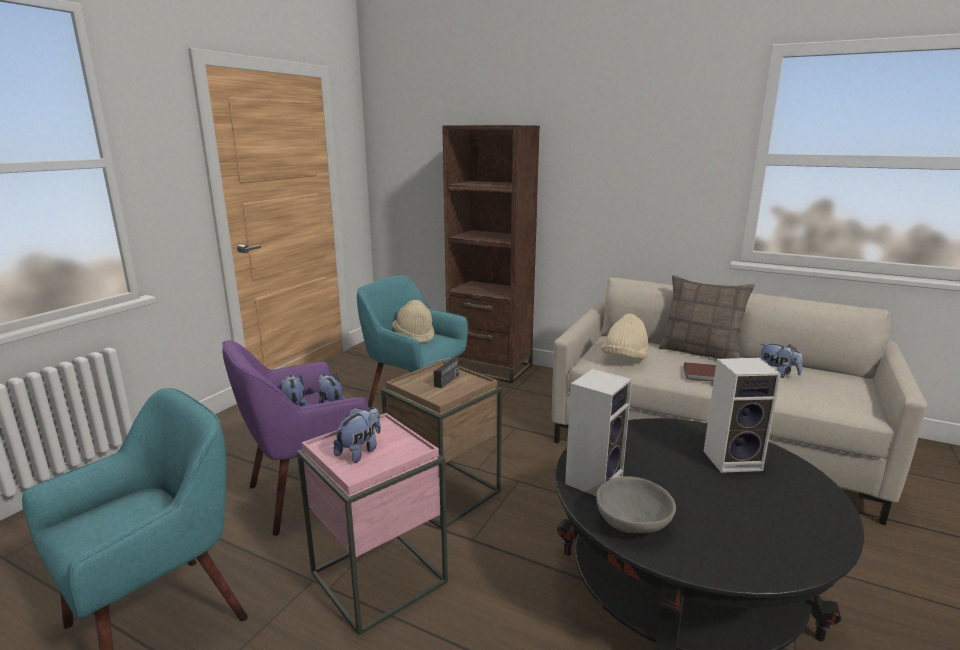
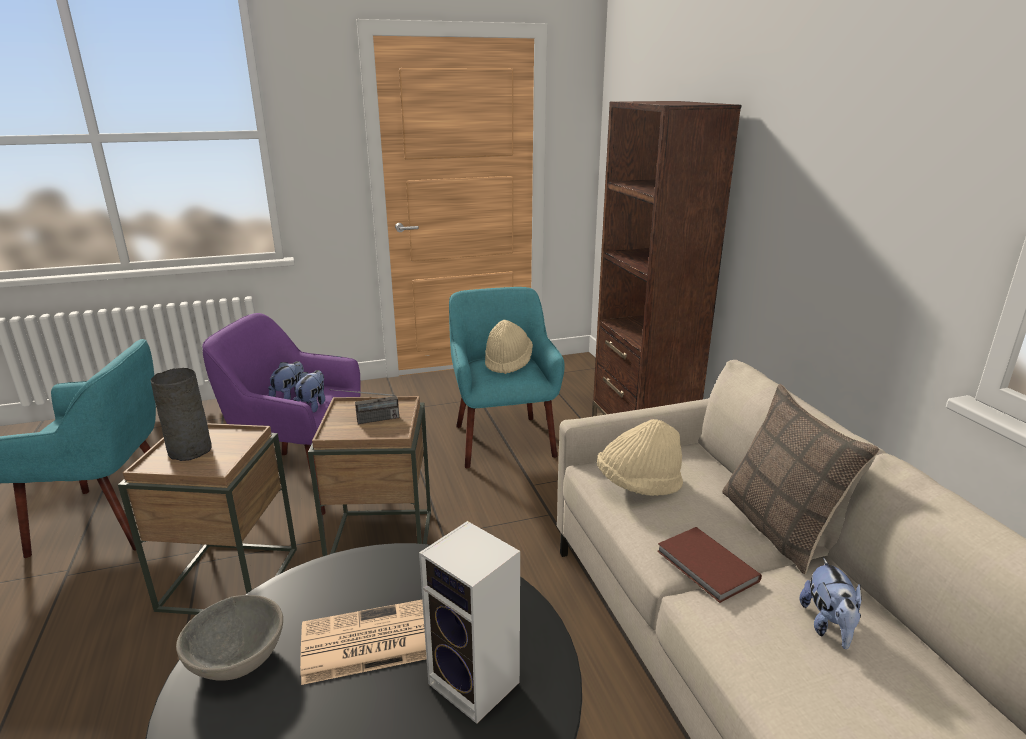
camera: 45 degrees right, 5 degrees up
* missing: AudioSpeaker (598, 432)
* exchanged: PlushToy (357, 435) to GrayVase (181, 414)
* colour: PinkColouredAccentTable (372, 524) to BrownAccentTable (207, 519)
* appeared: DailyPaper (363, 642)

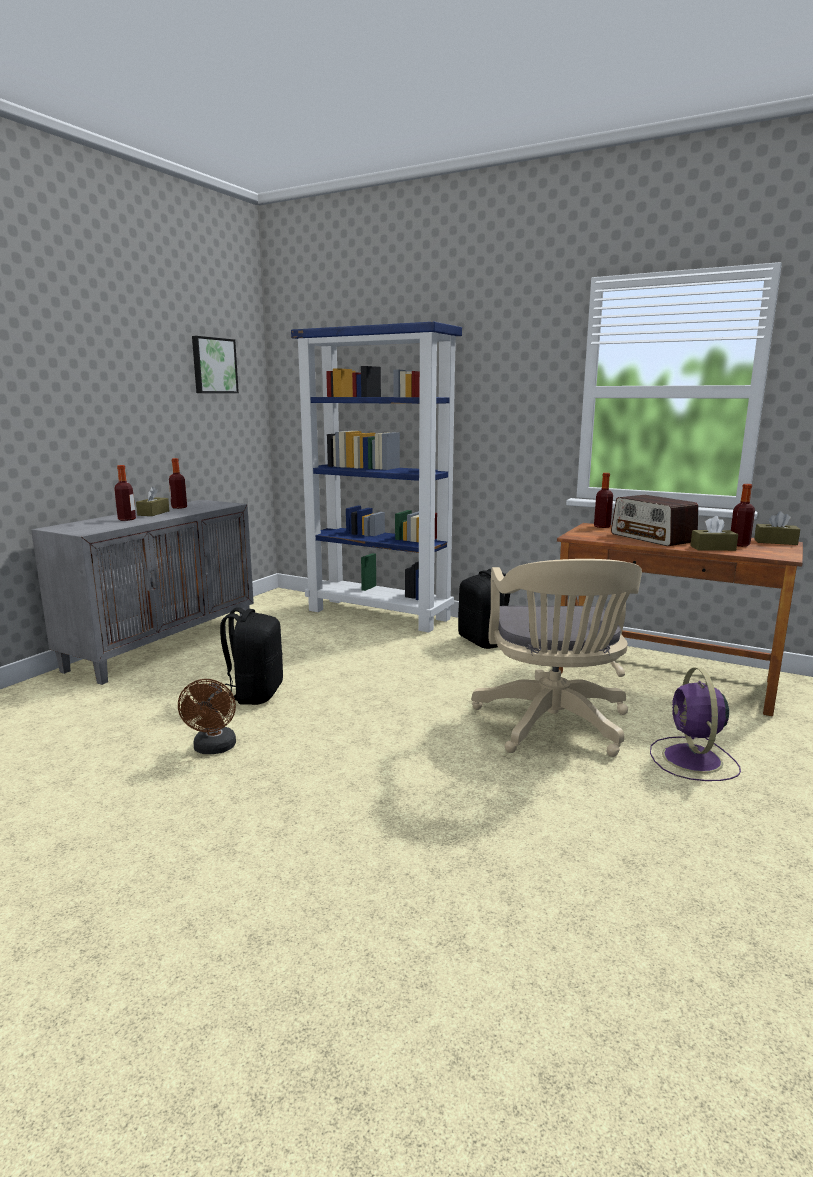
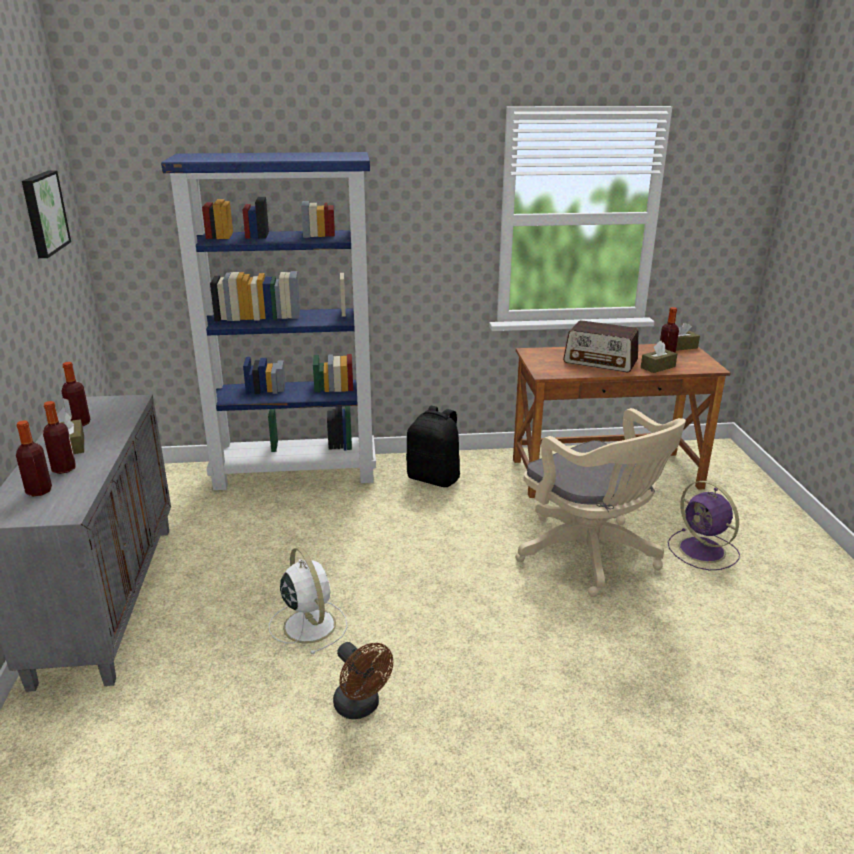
camera: 35 degrees left, 10 degrees up
* relocated: BeverageBottle (603, 500) to (34, 458)
* exchanged: BlackishRucksack (251, 656) to WhitishElectricFan (308, 600)

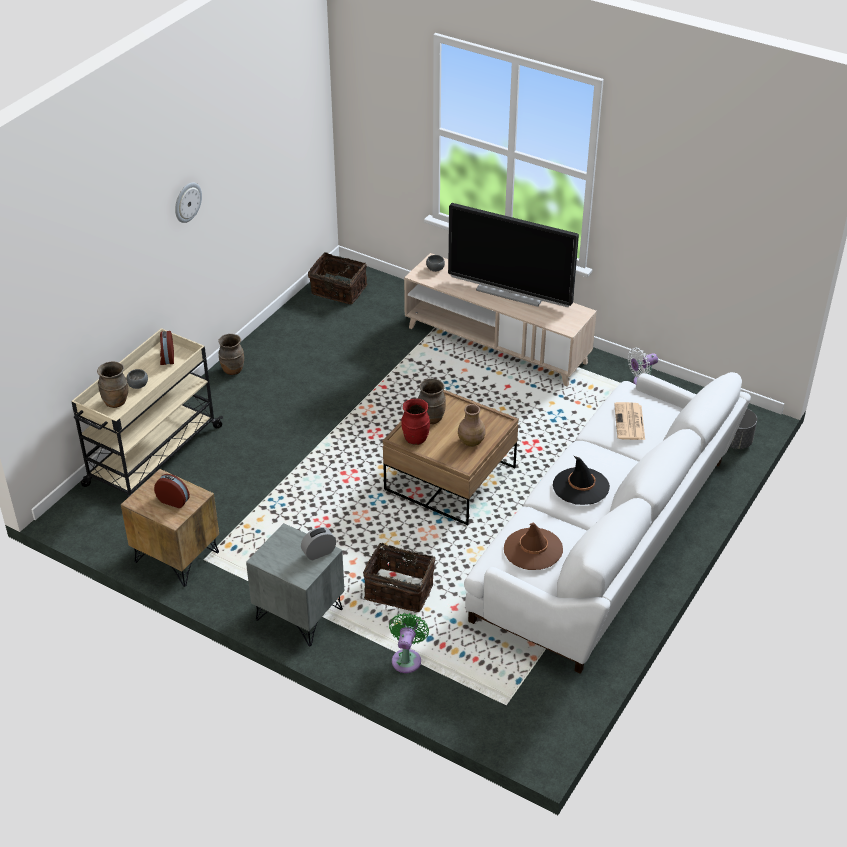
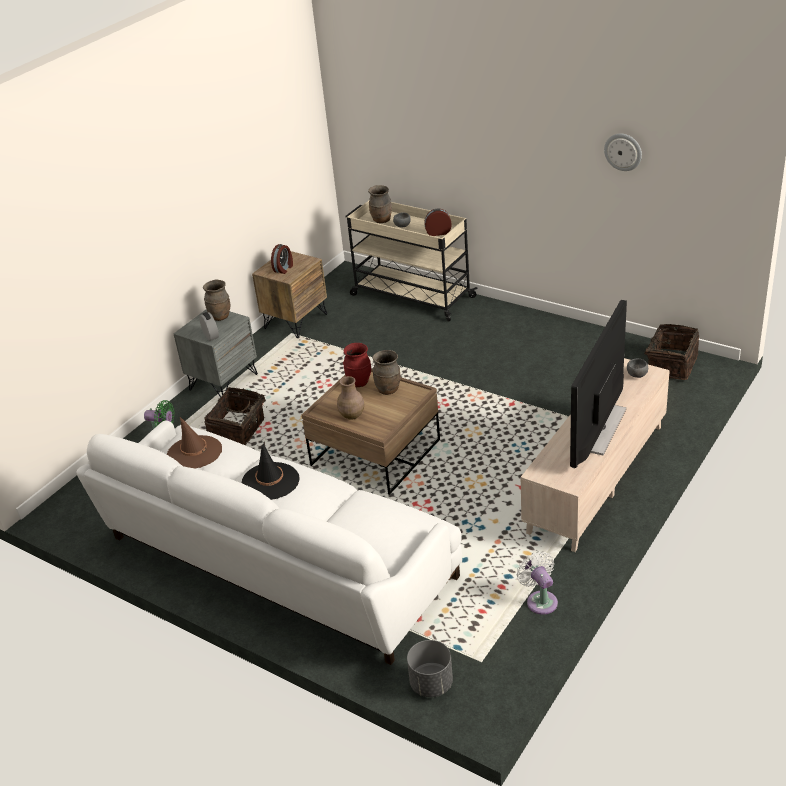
camera: 95 degrees right, 5 degrees down
* relocated: HangingClock (188, 202) to (623, 152)
* relocated: BrownVase (231, 354) to (216, 300)
* missing: DailyPaper (629, 421)

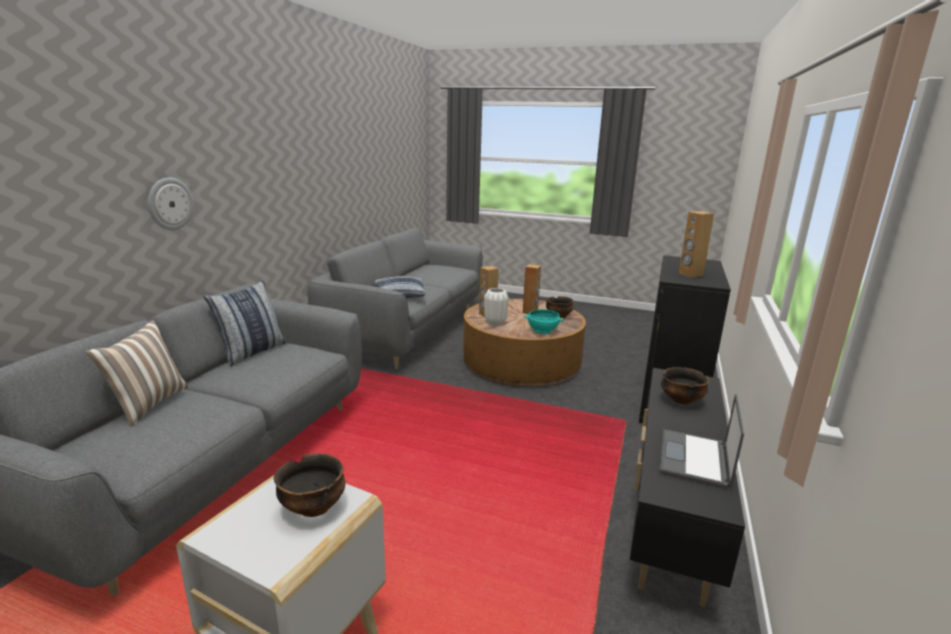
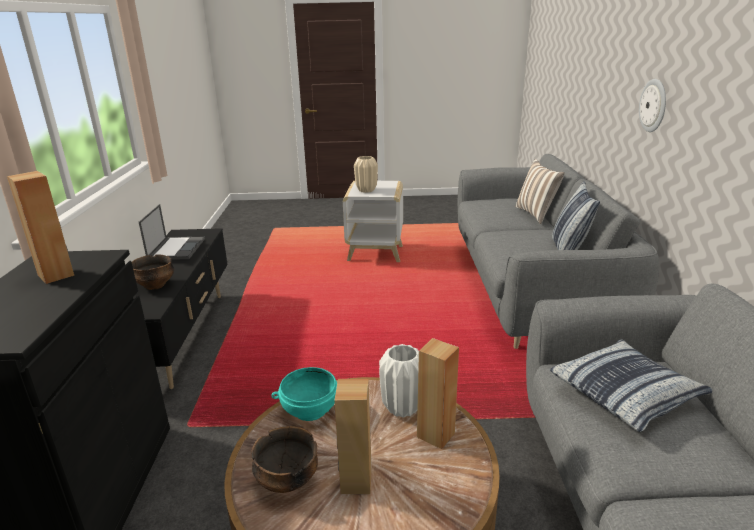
camera: 160 degrees right, 5 degrees up
* exchanged: Bowl (309, 485) to BeigeColouredVase (366, 174)

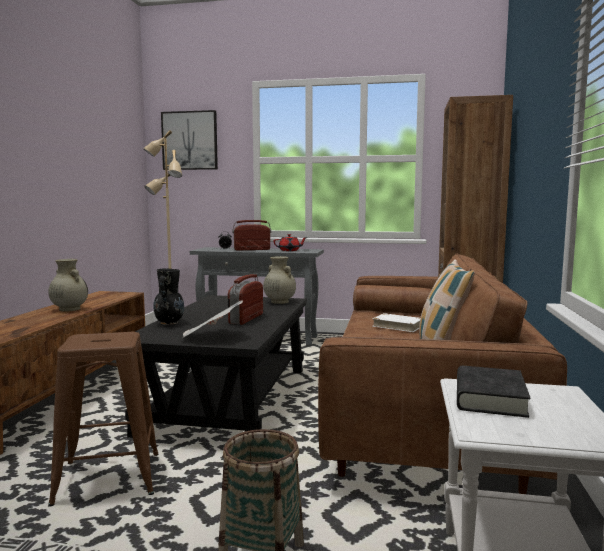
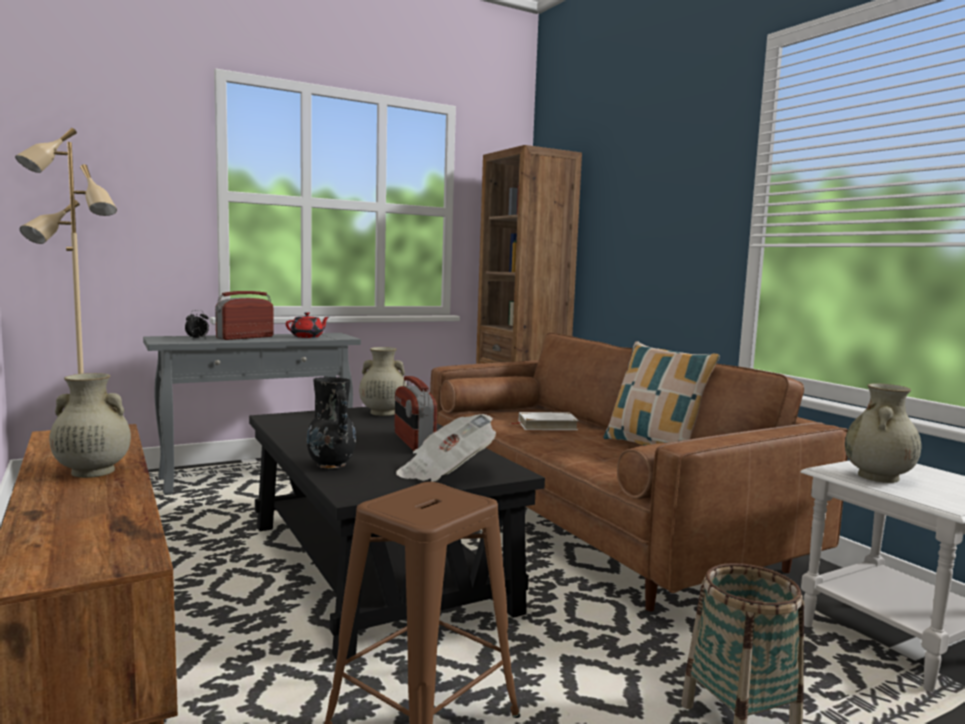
camera: 40 degrees left, 0 degrees up
* missing: WallPicture (189, 140)
* exchanged: BlackishBoundBook (494, 392) to BeigeColouredVase (883, 433)

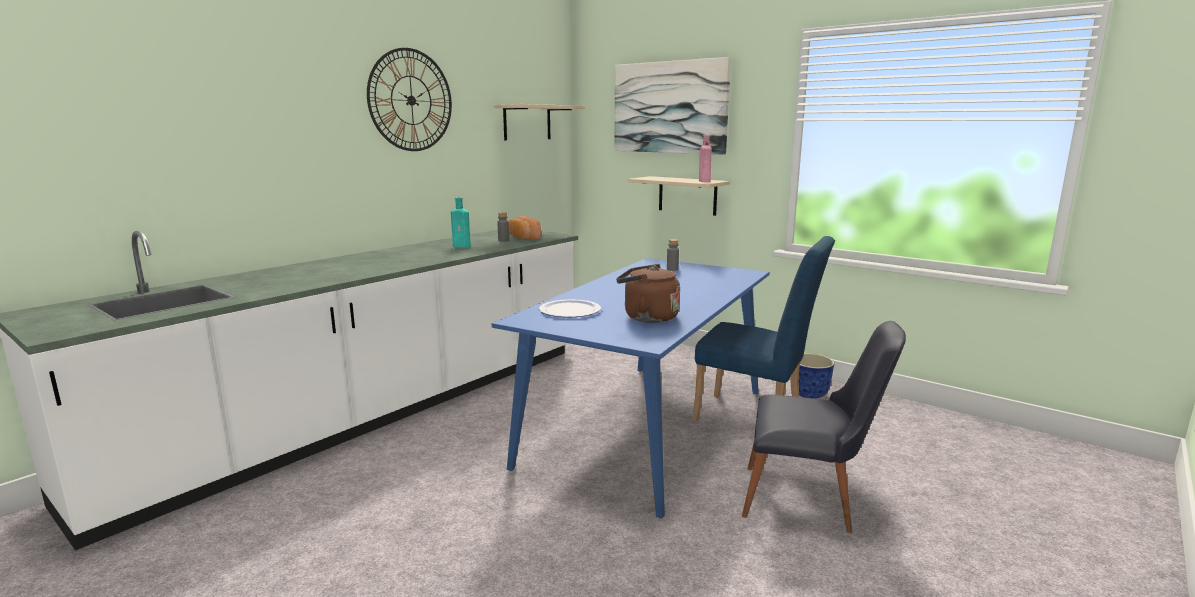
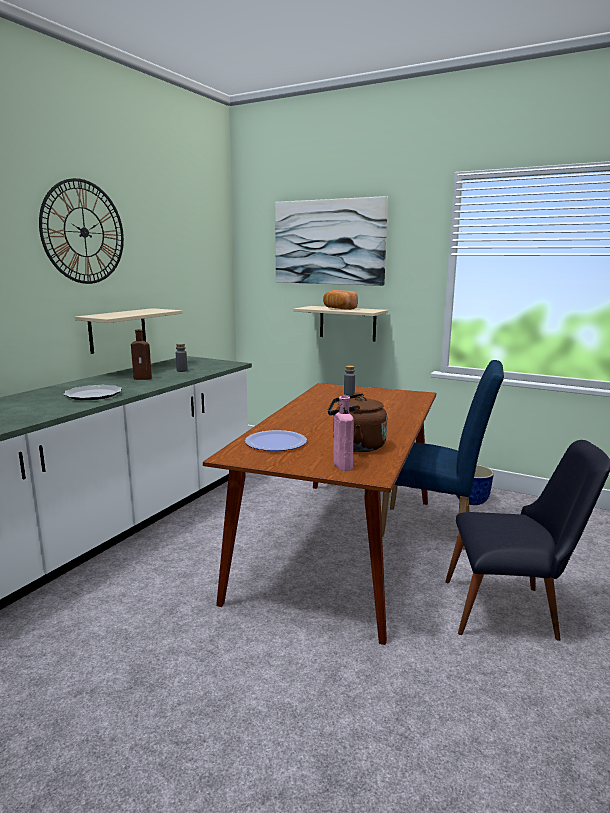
camera: 10 degrees left, 0 degrees up
* relocated: BeigeColouredShelf (539, 122) to (129, 331)
* relocated: PinkColouredBeverageBottle (705, 158) to (343, 433)
* colour: BlueGreenBeverageBottle (461, 222) to BrownBeverageBottle (141, 355)
* relocated: BakeryBread (525, 228) to (340, 300)
* colour: BlueColouredKitchenTable (631, 388) to BrownKitchenTable (319, 514)
* appeared: DinnerPlate (92, 392)

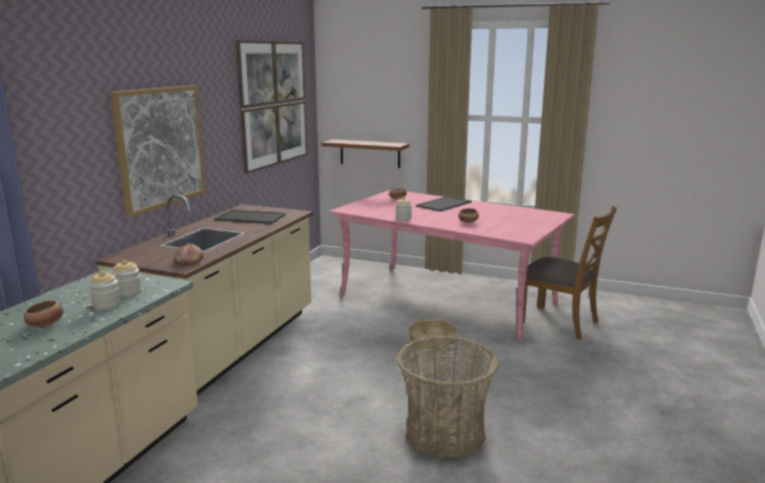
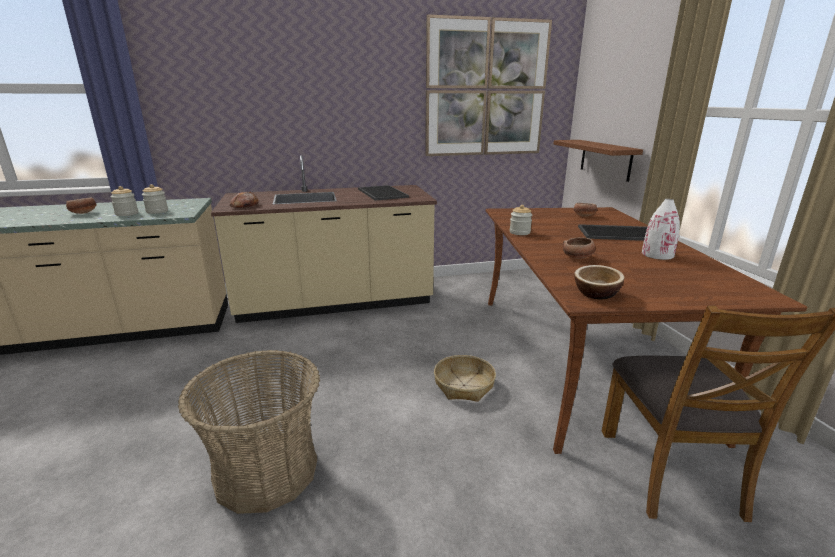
camera: 55 degrees right, 5 degrees up
* missing: WallPicture (158, 151)
* colour: PinkColouredKitchenTable (452, 265) to BrownKitchenTable (646, 330)
* appeared: WhitishVase (661, 229)
* appeared: Bowl (599, 282)

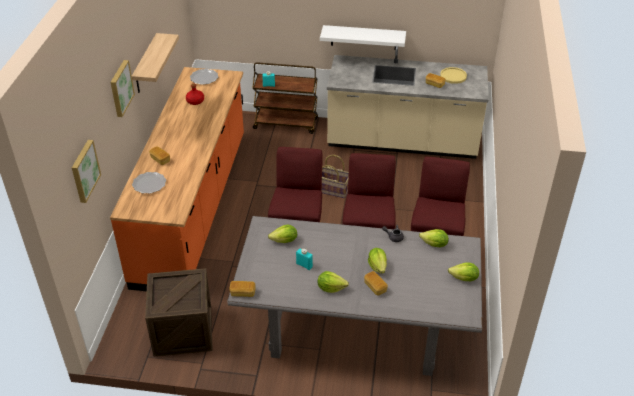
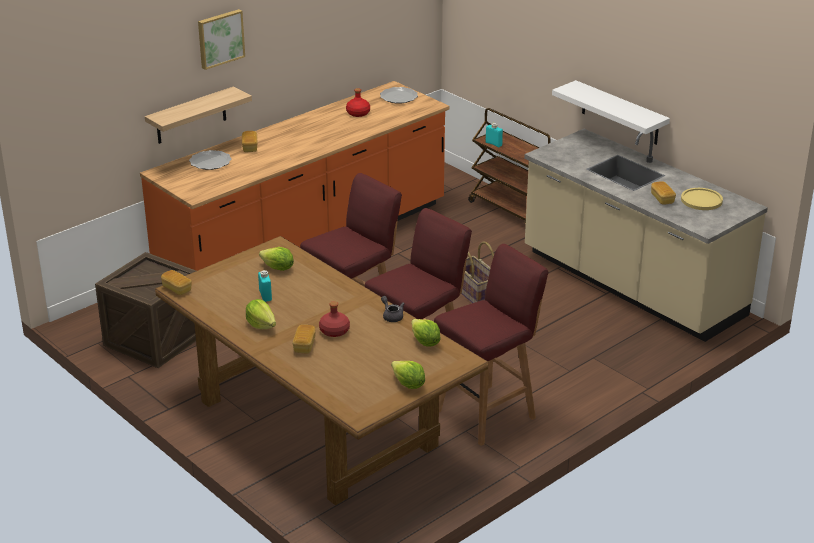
camera: 40 degrees right, 10 degrees down
* relocated: Shelf (155, 63) to (198, 115)
* missing: WallPicture (86, 171)
* colour: GrayKitchenTable (354, 296) to BrownKitchenTable (321, 370)
* exchanged: LettuceHead (377, 261) to RedColouredBeverageBottle (334, 319)

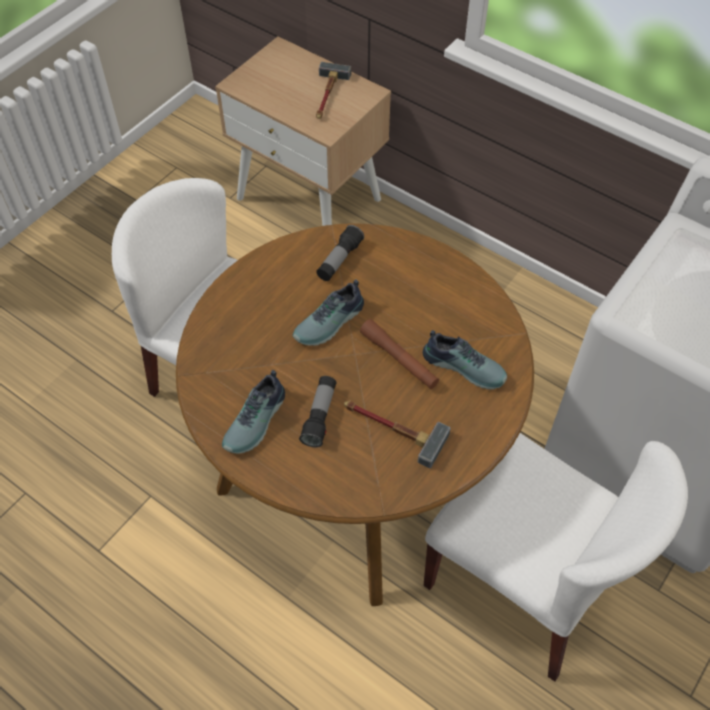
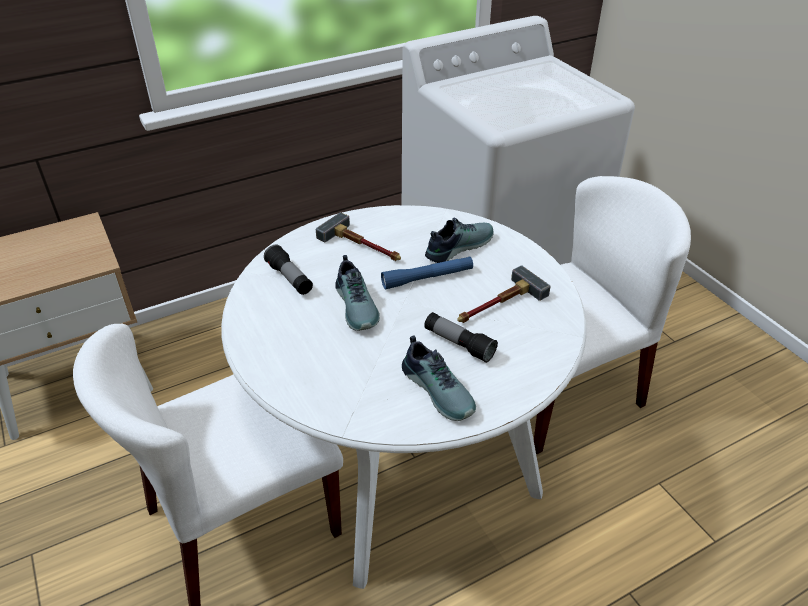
camera: 65 degrees left, 15 degrees down
* relocated: HandHammer (333, 90) to (358, 236)
* colour: BrownKitchenTable (355, 414) to WhitishKitchenTable (404, 397)
* colour: BrownFlashlight (399, 354) to BlueColouredFlashlight (427, 273)

